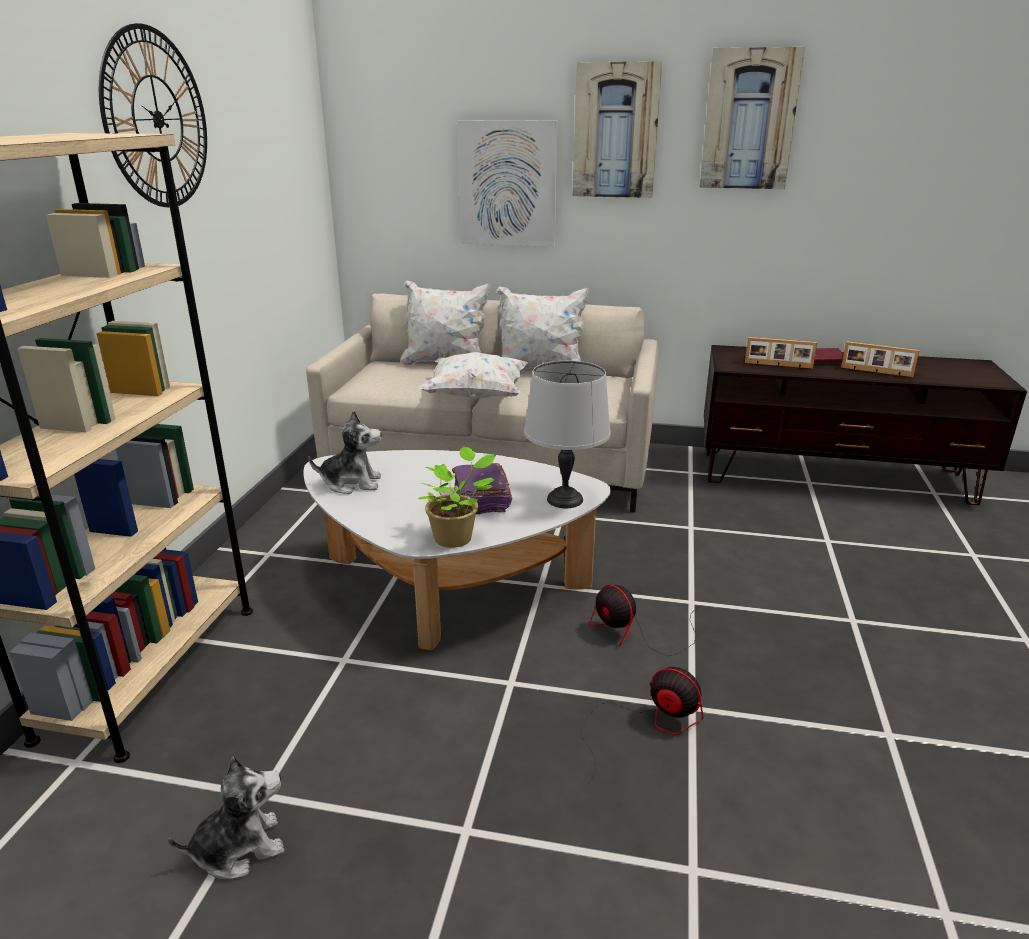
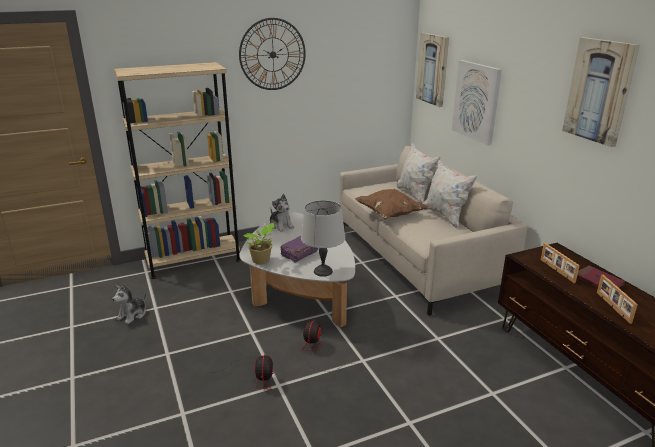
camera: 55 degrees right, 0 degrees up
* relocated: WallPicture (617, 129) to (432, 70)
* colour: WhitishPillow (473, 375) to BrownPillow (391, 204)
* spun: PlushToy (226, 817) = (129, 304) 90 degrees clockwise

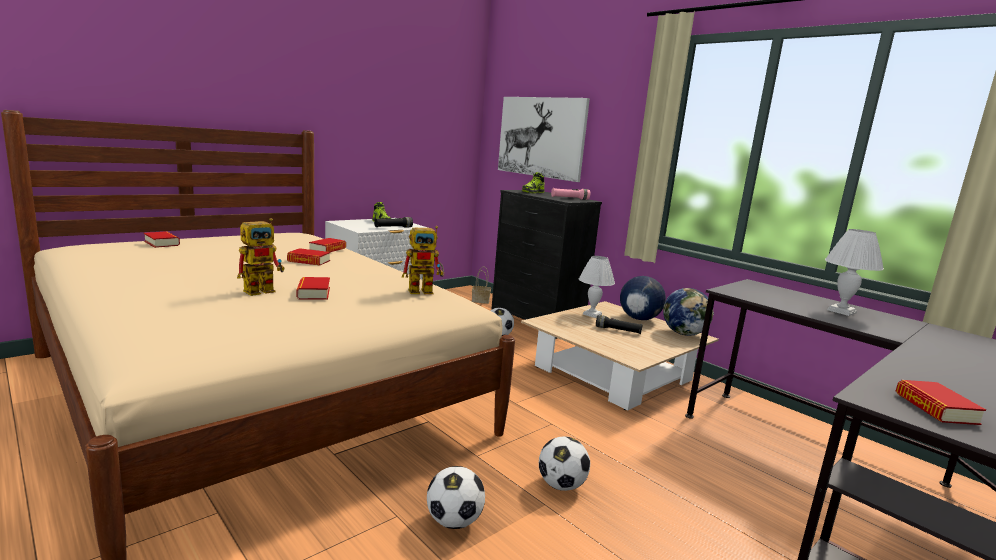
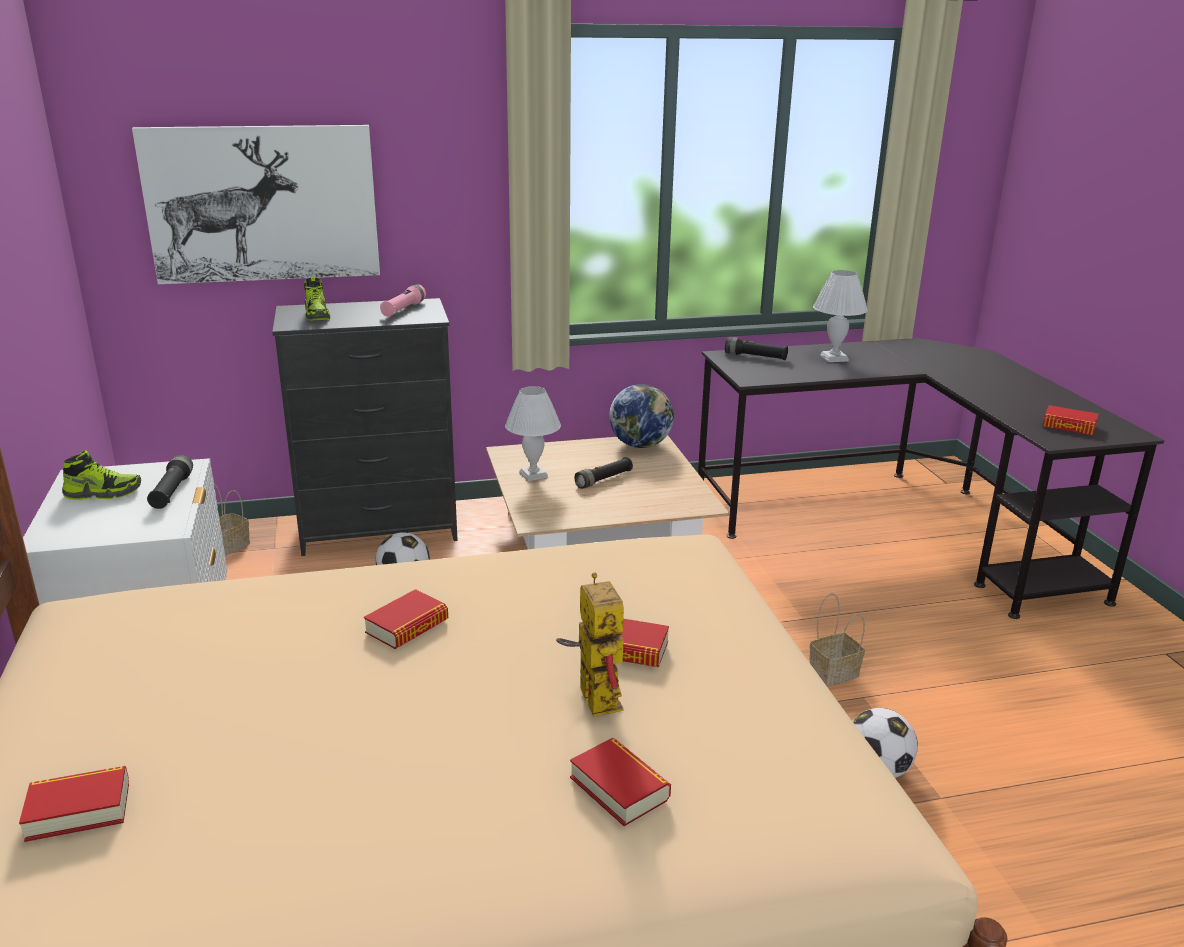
camera: 60 degrees left, 10 degrees up
* missing: ToyRobot (423, 260)
* relocated: BoundBook (327, 245) to (620, 782)
* missing: WorldGlobe (643, 298)
* exchanged: Football (564, 464) to Basket (837, 639)
* appeared: BlackishFlashlight (756, 348)

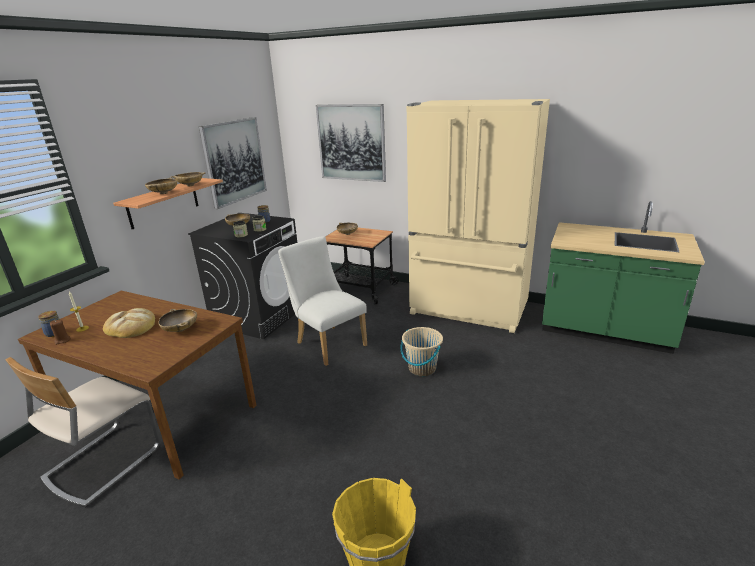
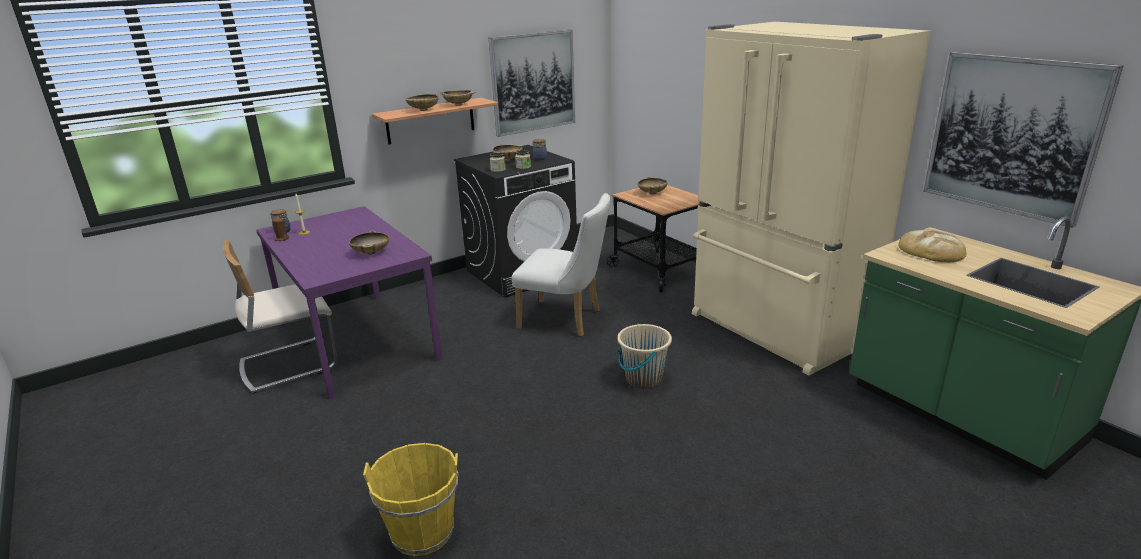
camera: 30 degrees right, 0 degrees up
* relocated: WallPicture (351, 143) to (1023, 140)
* spun: WhitishUprightChair (322, 301) = (561, 265) 120 degrees clockwise
* colour: BrownKitchenTable (137, 385) to PurpleColouredKitchenTable (349, 302)
* relocated: BakeryBread (129, 323) to (933, 246)

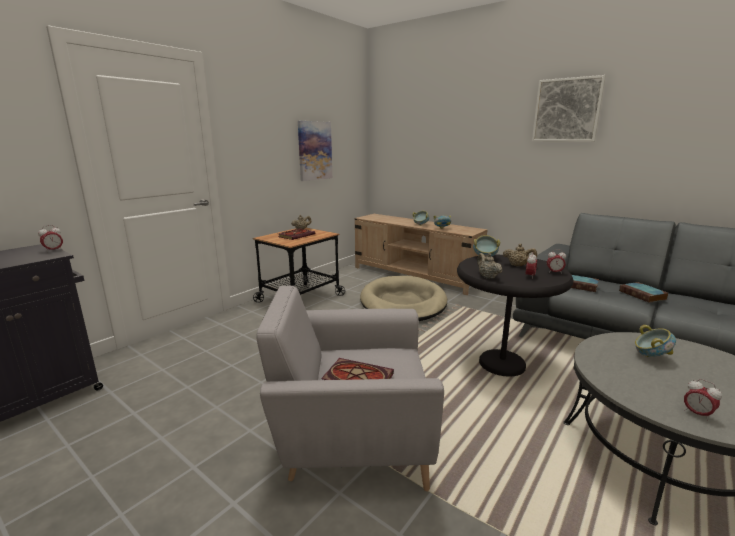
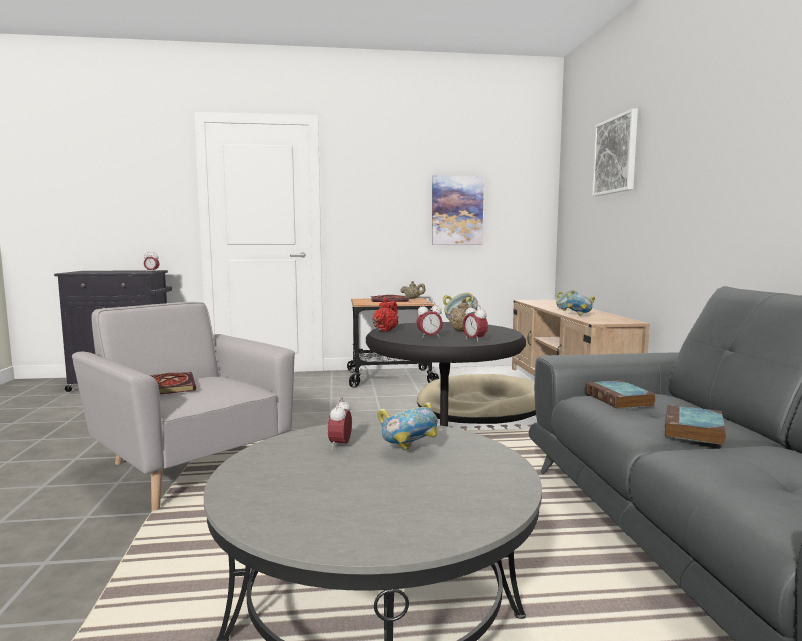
camera: 45 degrees right, 10 degrees down
* relocated: WallPicture (569, 108) to (615, 152)
* colour: BeigeColouredTeaPot (489, 266) to RedColouredTeaPot (385, 315)
* relocated: TableClock (703, 400) to (340, 424)

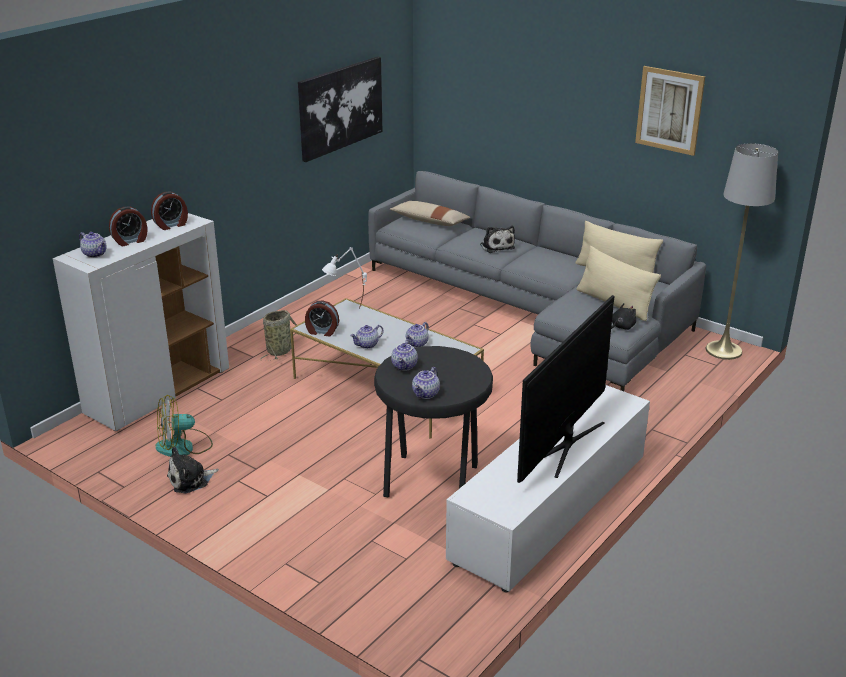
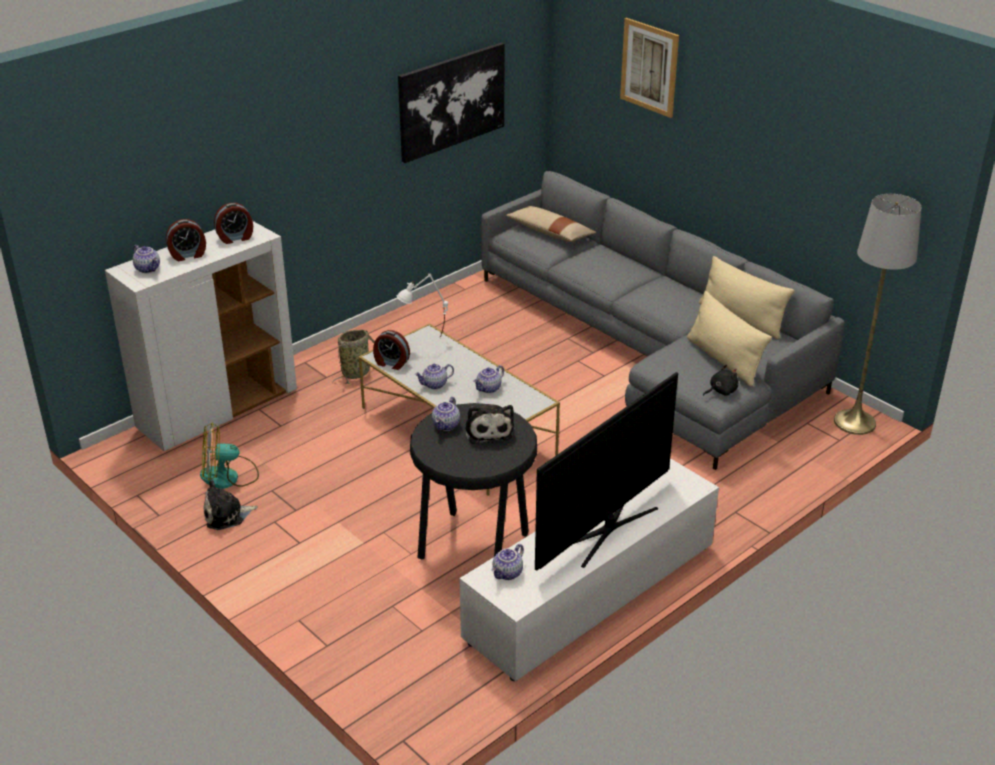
camera: 10 degrees right, 5 degrees up
* relocated: WallPicture (670, 111) to (649, 68)
* relocated: PlushToy (497, 239) to (489, 424)
* relocated: TeaPot (426, 383) to (508, 562)

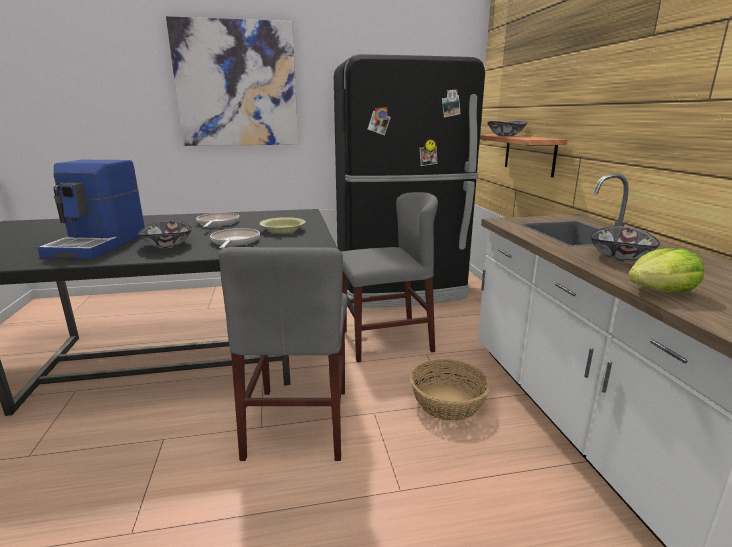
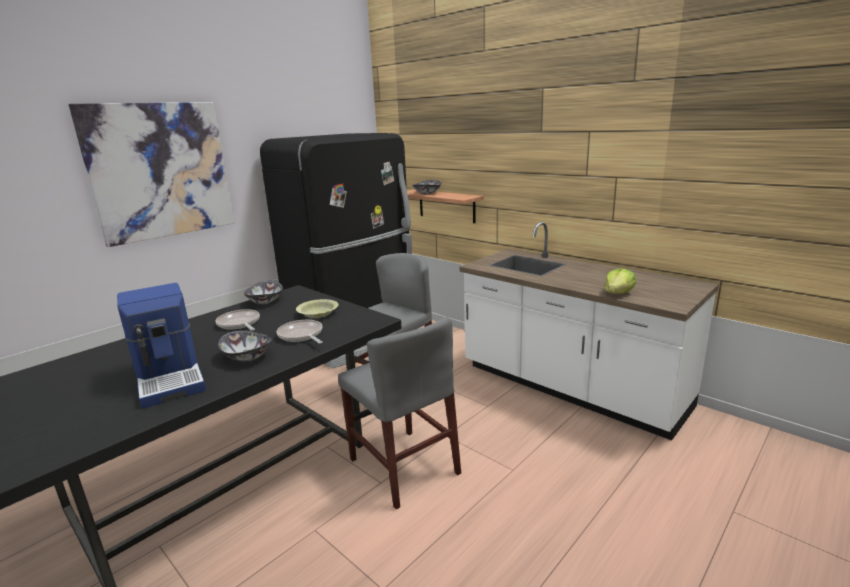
camera: 35 degrees left, 0 degrees up
* relocated: Bowl (625, 244) to (263, 292)
* missing: Basket (450, 390)

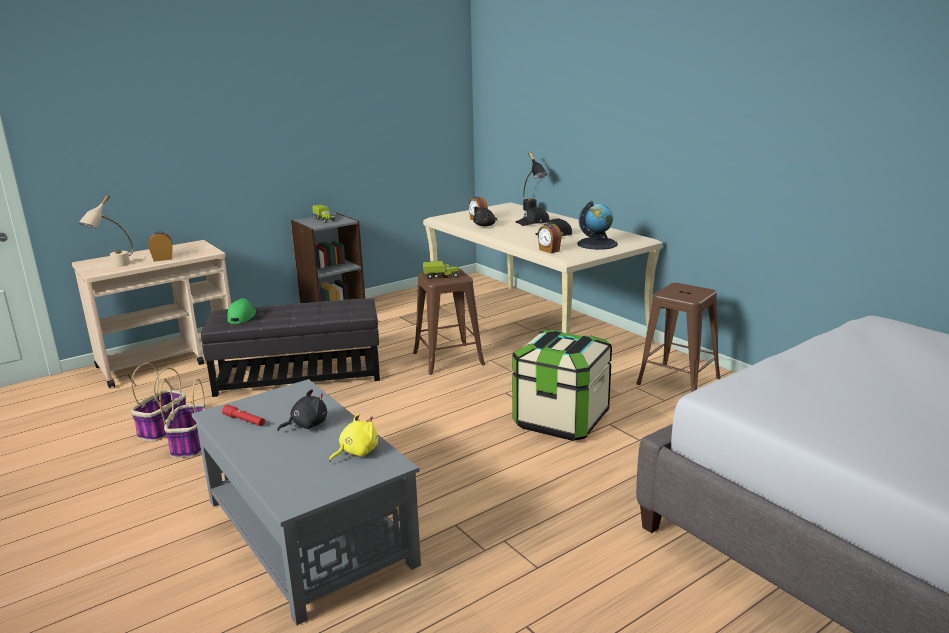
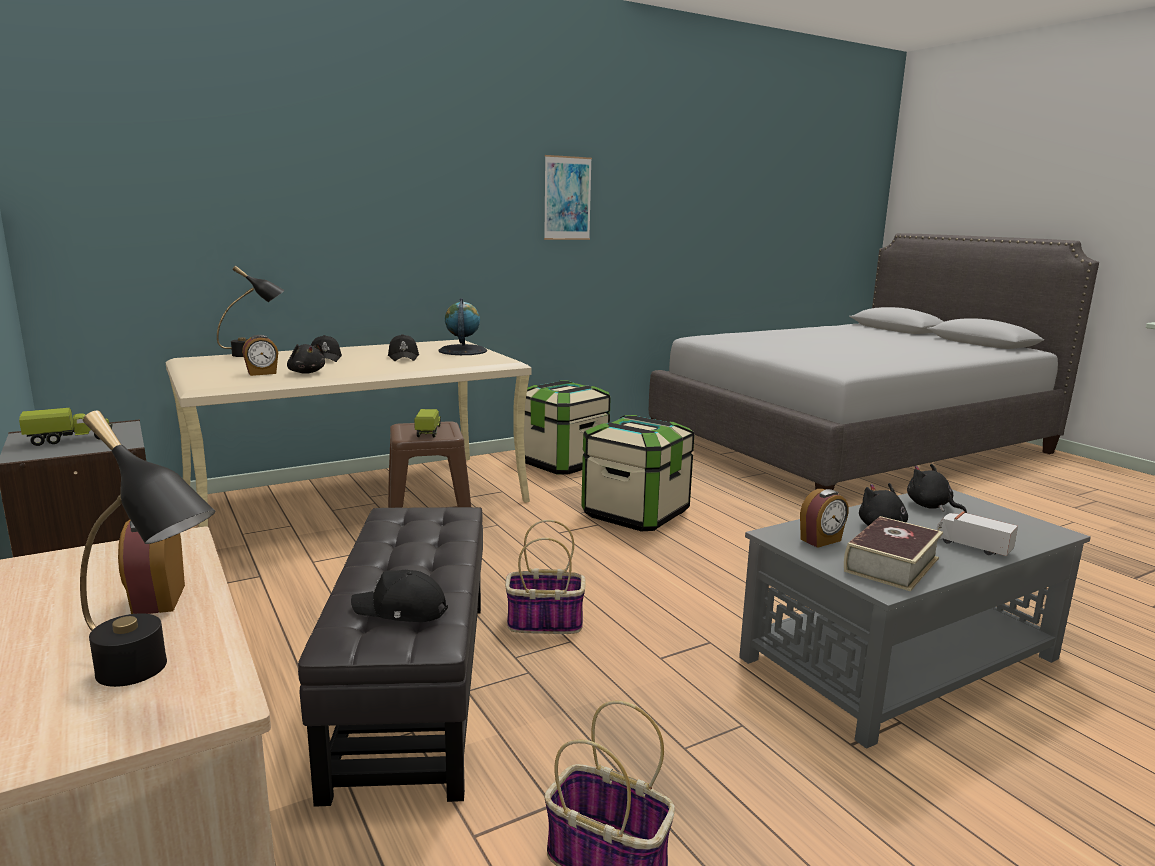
camera: 85 degrees left, 5 degrees down
* colour: BeigeColouredLampForATable (105, 230) to BlackishLampForATable (148, 549)
* relocated: TableClock (549, 238) to (824, 518)
* exchanged: BrownSittingStool (679, 337) to StorageContainer (567, 427)
* colour: GreenColouredCap (241, 311) to BlackishCap (399, 596)
* relocated: Basket (183, 418) to (545, 577)
* exchanged: RedColouredFlashlight (243, 415) to BoundBook (893, 553)
* colour: YellowPlushToy (353, 437) to BlackishPlushToy (937, 488)
* appeared: WallPicture (568, 197)
* appeared: ToyLorry (977, 533)

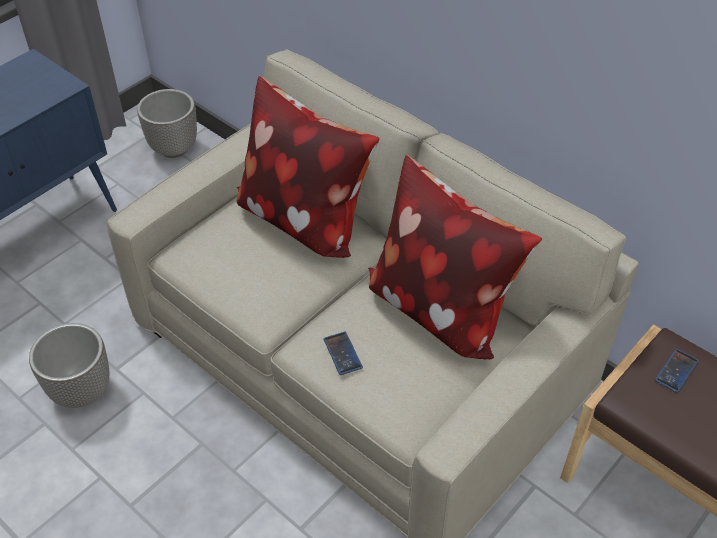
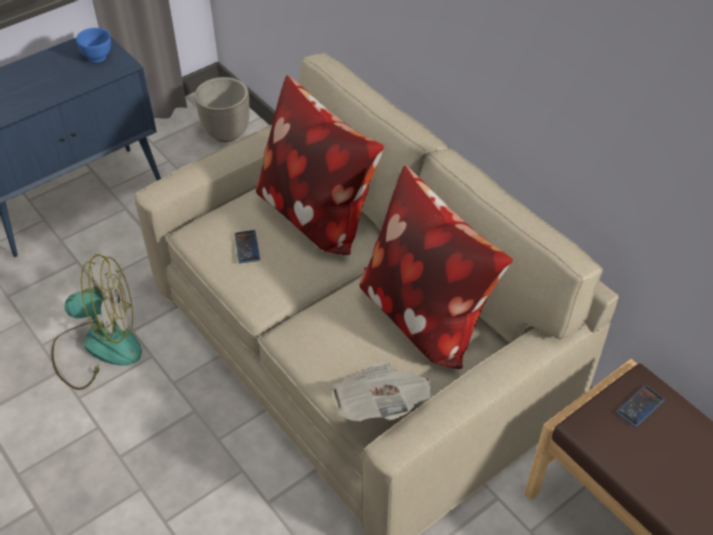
camera: 10 degrees right, 0 degrees up
* exchanged: FlowerPot (69, 365) to ElectricFan (96, 322)
* relocated: Handset (343, 353) to (247, 246)
* appeared: BlueColouredBowl (93, 45)
* appeared: DailyPaper (382, 391)

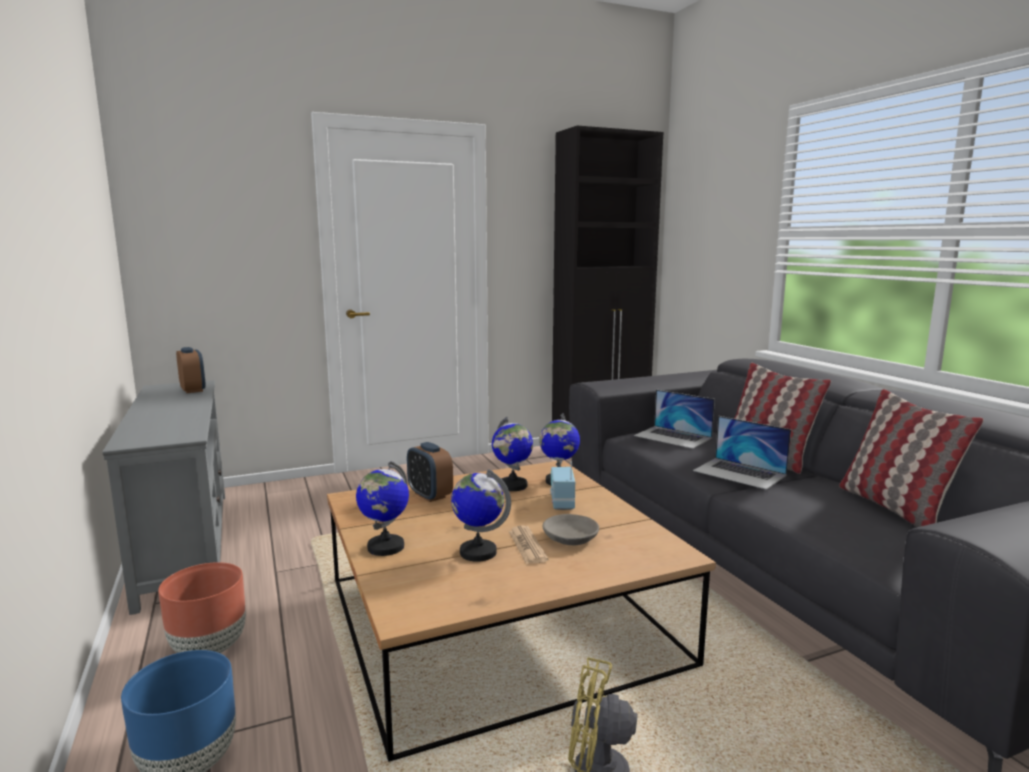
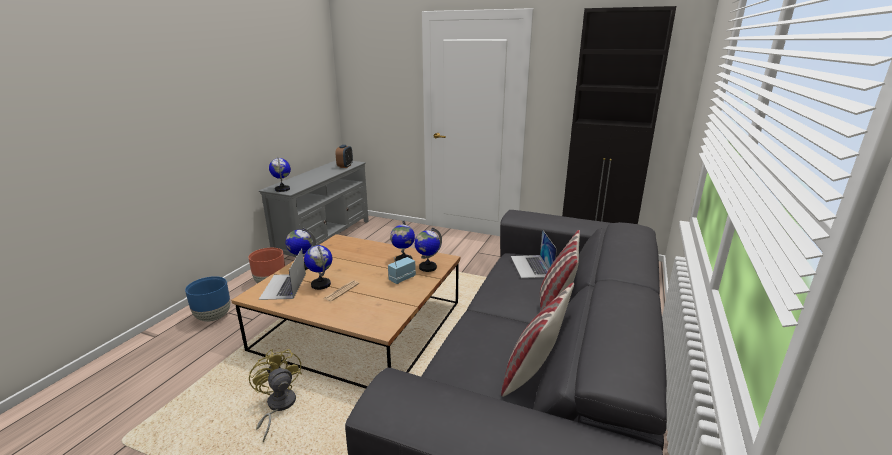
camera: 45 degrees right, 10 degrees up
* relocated: NotebookComputer (742, 453) to (282, 274)
* missing: TableClock (430, 472)
* missing: GrayBowl (571, 529)
* appeared: WorldGlobe (280, 174)

